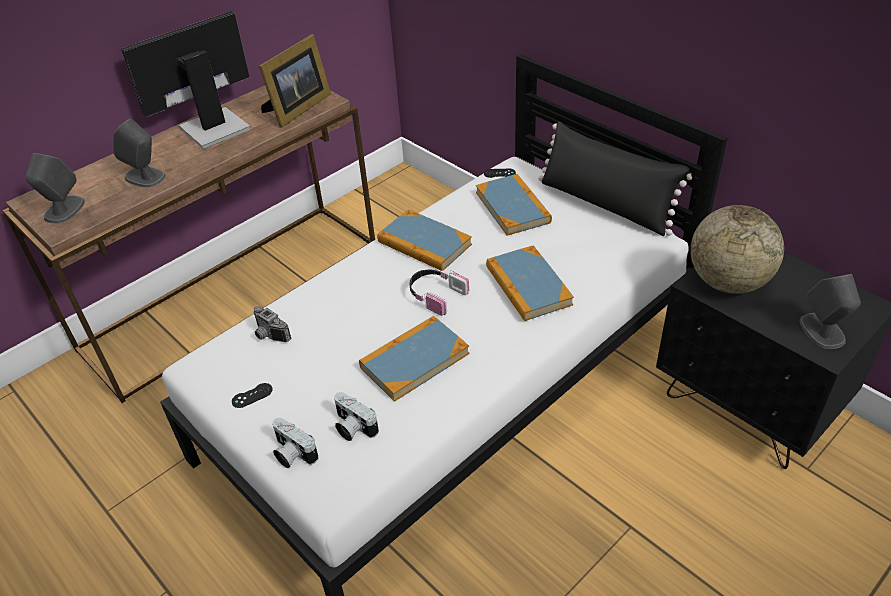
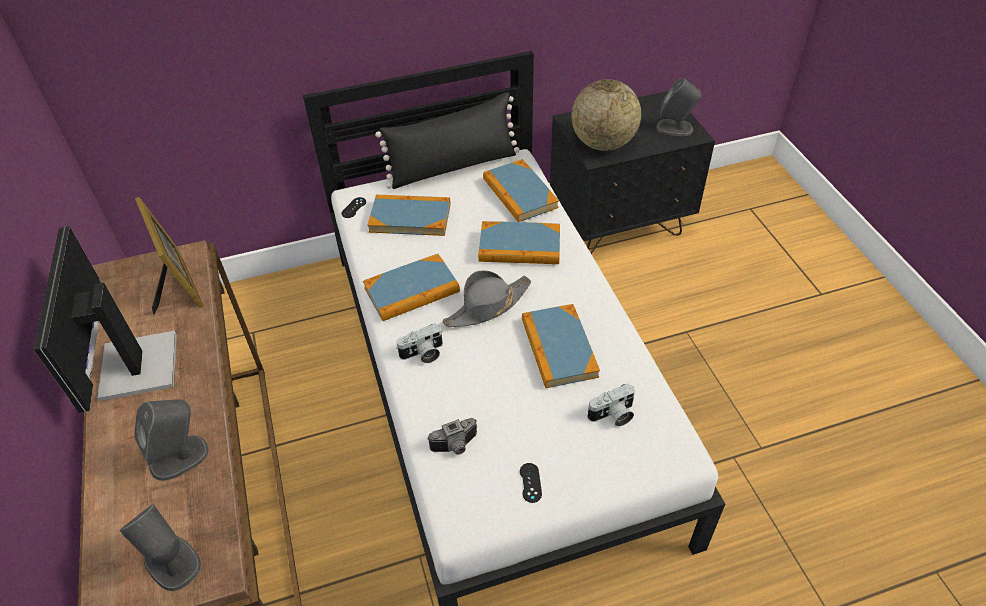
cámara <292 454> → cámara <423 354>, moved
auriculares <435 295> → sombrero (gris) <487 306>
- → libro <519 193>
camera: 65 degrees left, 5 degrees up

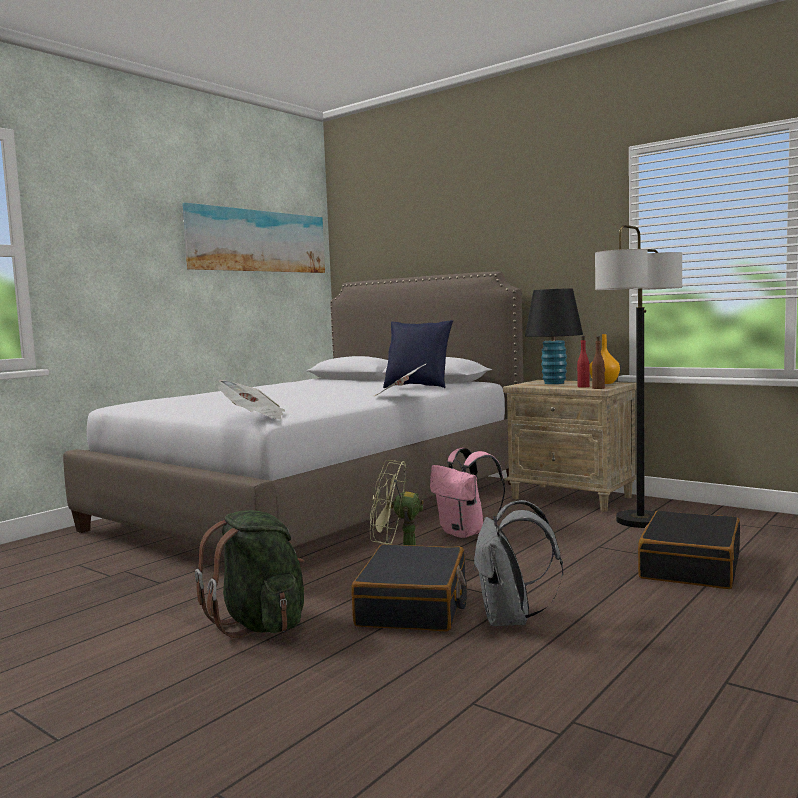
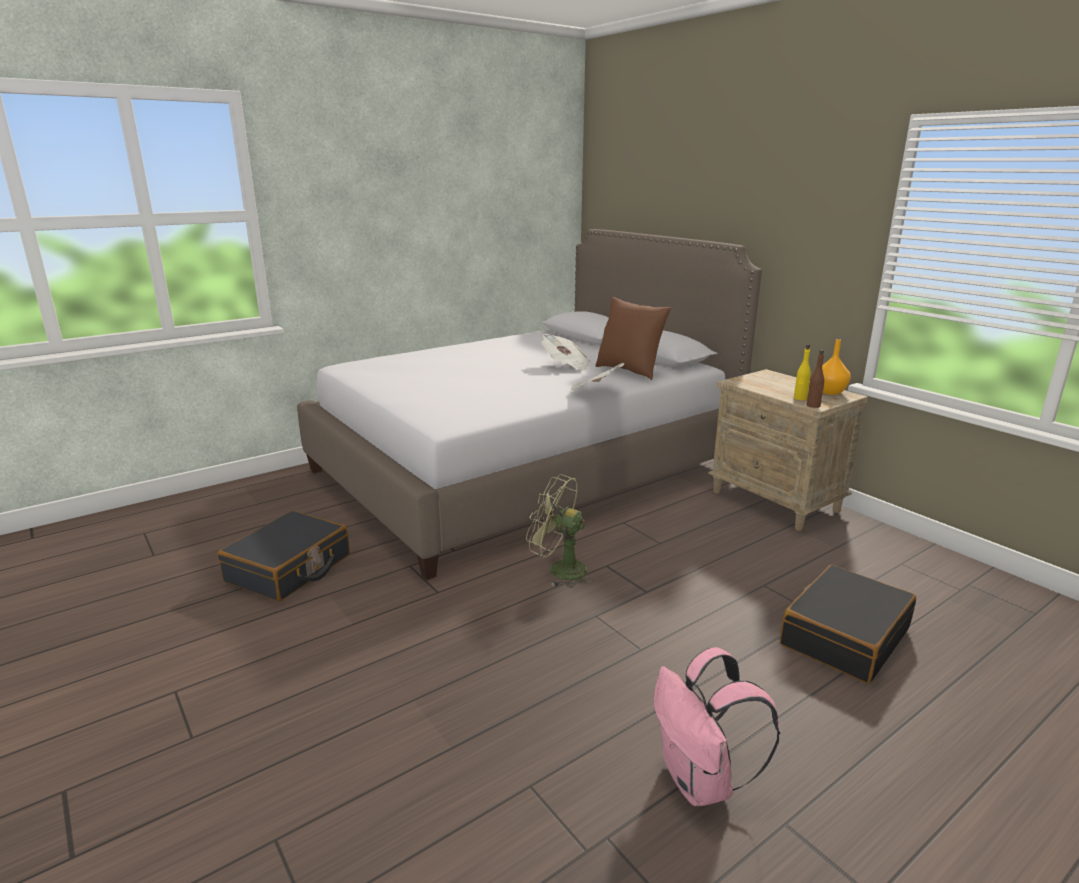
maleta (negro) <414 606> → maleta (negro) <289 569>, moved
periódico <253 418> → periódico <566 366>, moved
cojín (azul) <418 387> → cojín (marrón) <629 371>
mochila (rosa) <465 533> → mochila (rosa) <701 782>, moved
botella (rojo) <583 386> → botella (amarillo) <800 398>
cuadro <257 241> → -
mochila (verde) <260 624> → -
mochila (gris) <511 620> → -
lámpara de mesa (negro) <554 383> → -
lámpara de pie <640 521> → -
camera: 15 degrees right, 15 degrees up

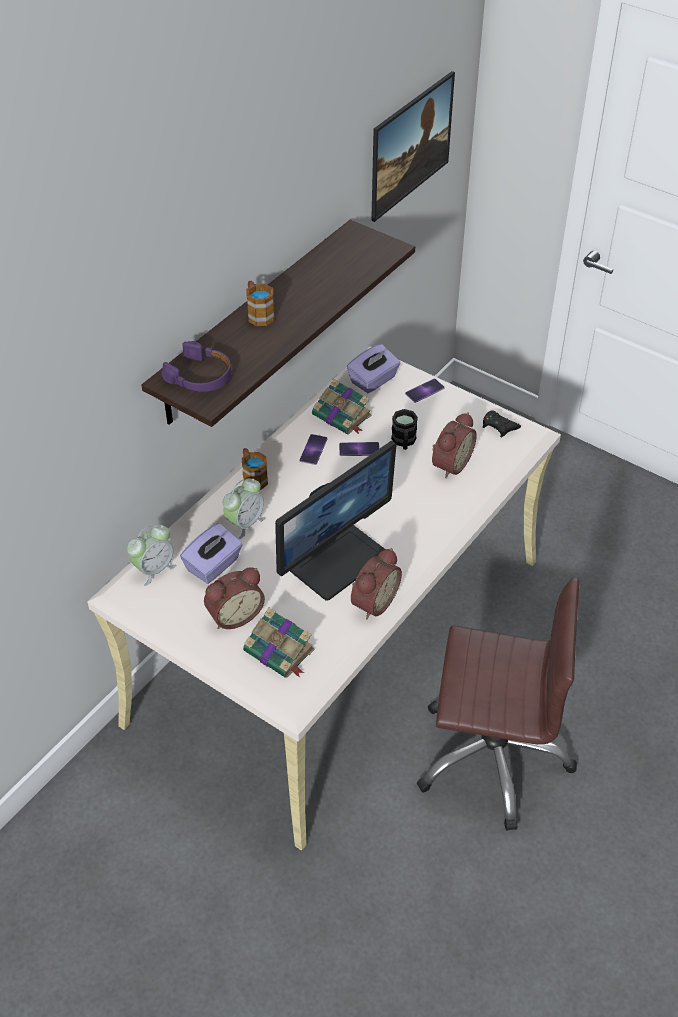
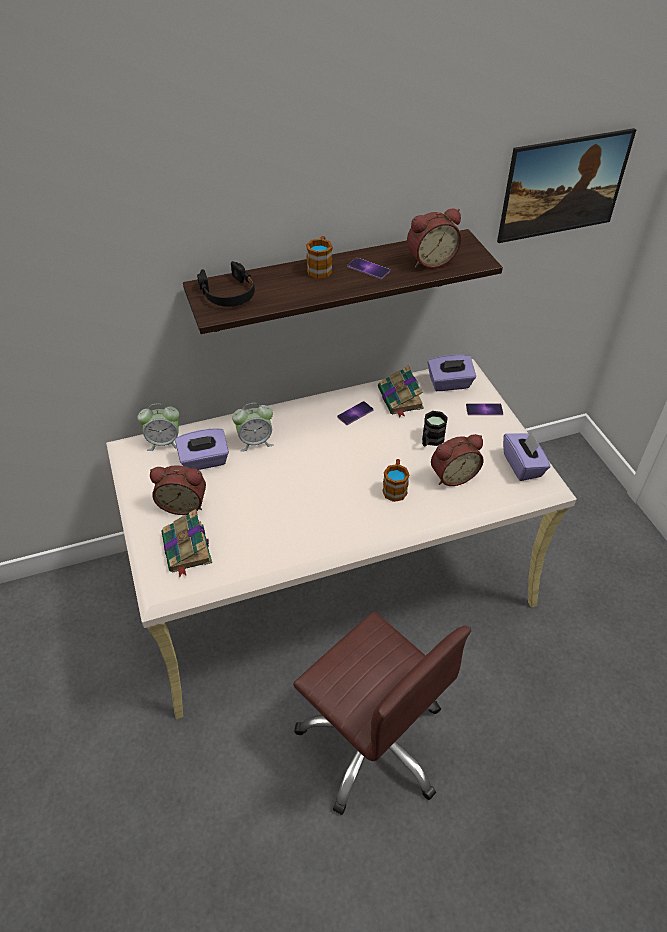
auriculares (morado) <200 376> → auriculares (negro) <228 293>
móvil <359 449> → móvil <368 268>, moved
taza grande <253 477> → taza grande <395 488>, moved
despertador <372 601> → despertador <430 260>, moved
mando de consola (negro) <499 426> → caja de pañuelos (morado) <523 466>
monitor <337 560> → -
camera: 35 degrees right, 0 degrees up

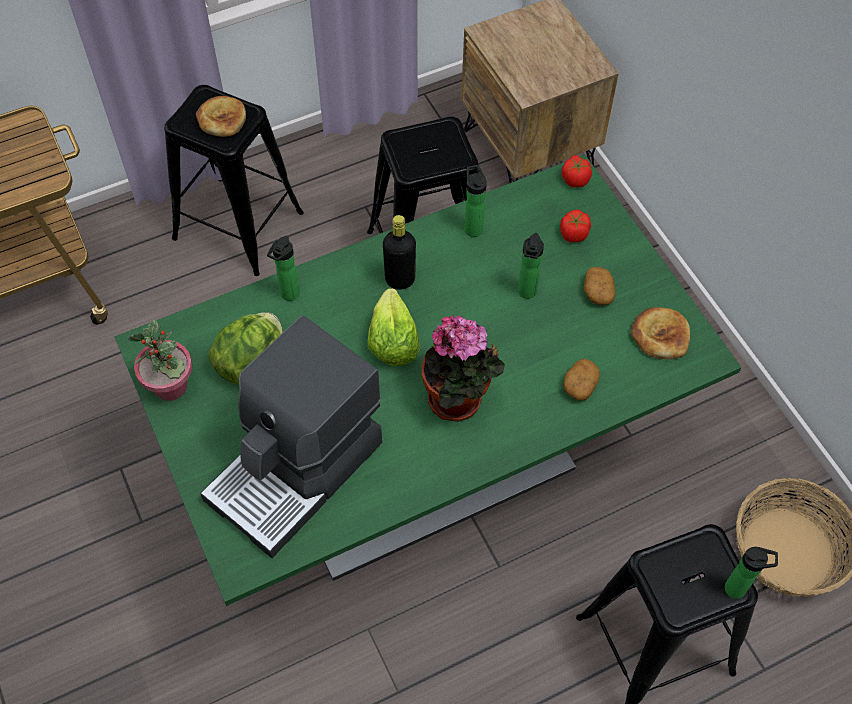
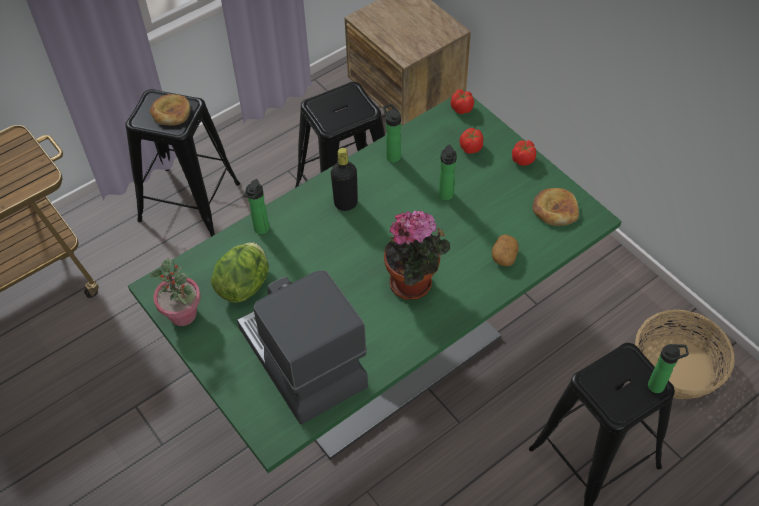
cafetera <297 470> → cafetera <301 359>, 120 degrees clockwise
- → tomate <523 159>
lechuga <392 341> → -
patata <597 292> → -
camera: 10 degrees left, 5 degrees down

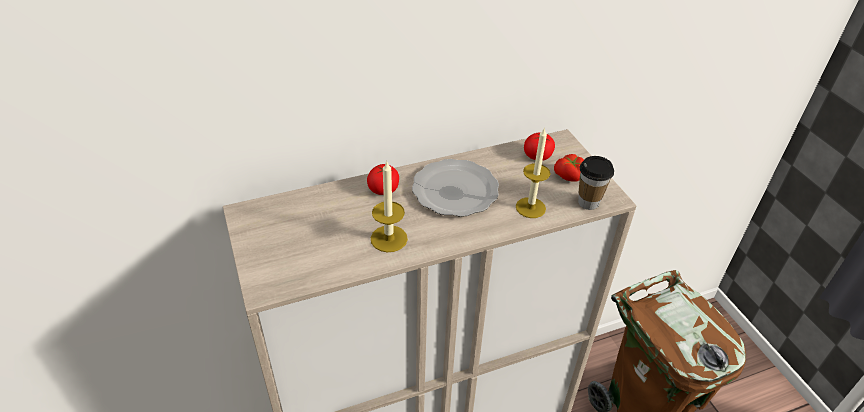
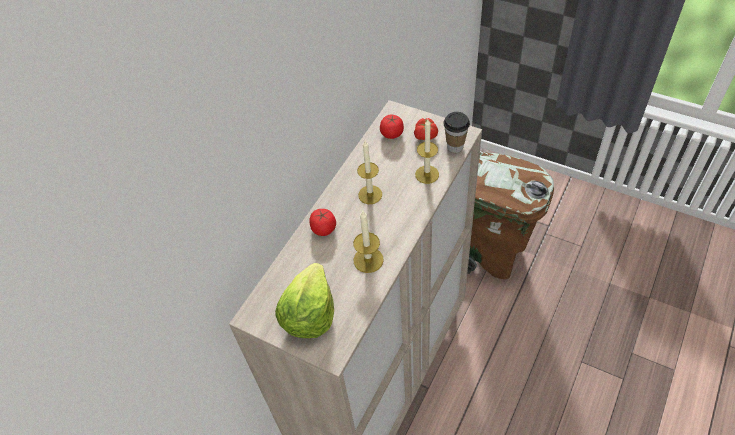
- → lechuga <309 314>
plato <456 190> → vela <370 194>
camera: 35 degrees left, 10 degrees up

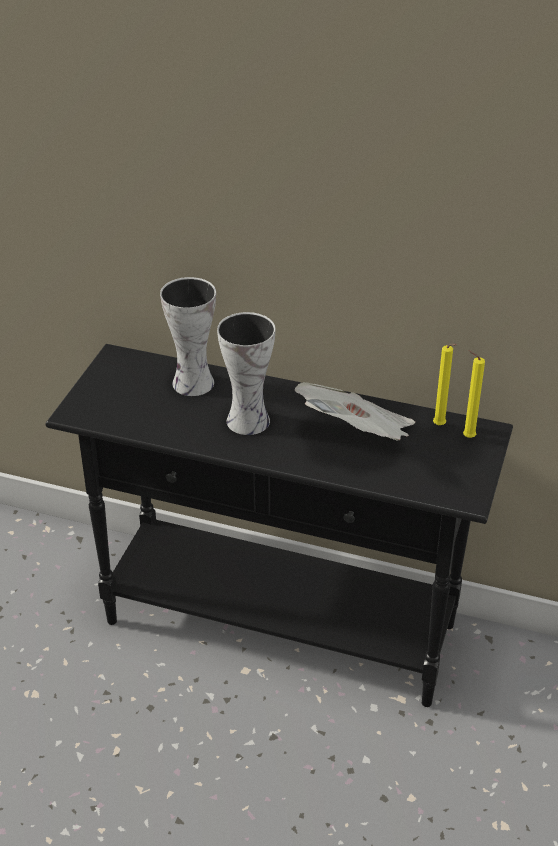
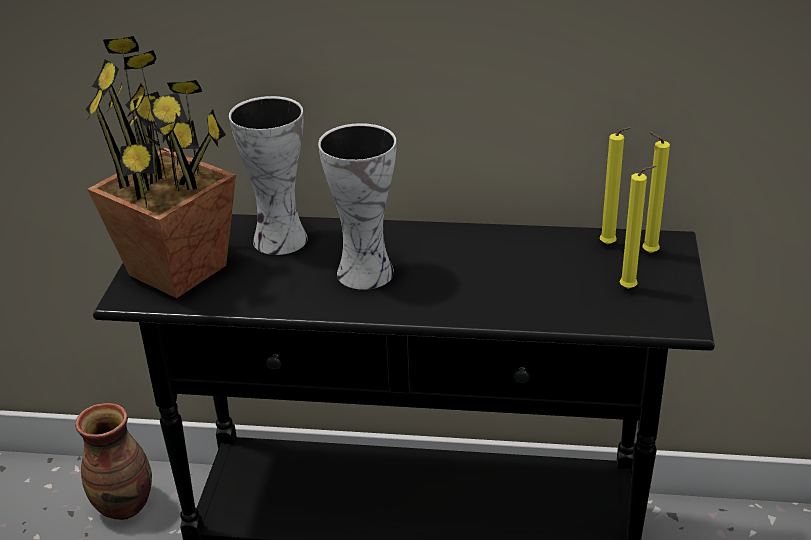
- → florero <125 504>
- → planta en maceta <178 270>
- → vela (amarillo) <630 289>
periódico <357 436> → -
camera: 10 degrees left, 5 degrees down

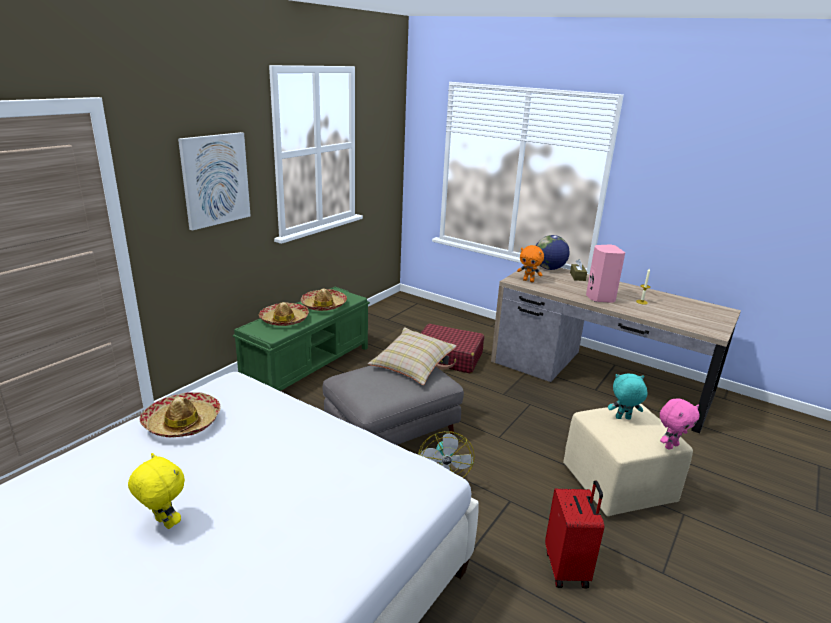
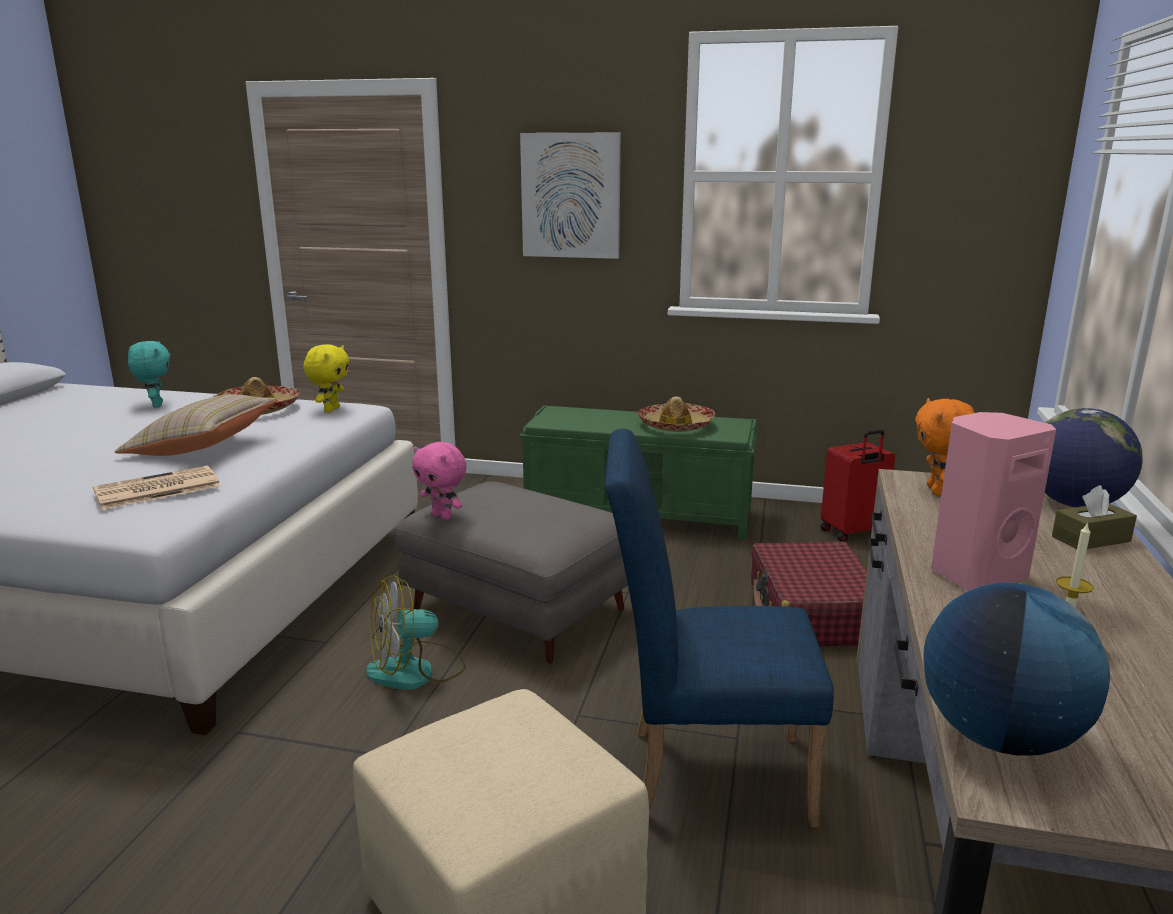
- → periódico <156 489>
cojín (beis) <412 367> → cojín (beis) <203 448>, moved
peluche (turquesa) <623 418> → peluche (turquesa) <156 405>, moved
peluche (amarillo) <163 523> → peluche (amarillo) <331 409>, moved
peluche (rosa) <670 445> → peluche (rosa) <442 516>, moved
- → silla (azul) <703 773>
maleta (rojo) <567 568> → maleta (rojo) <852 532>, moved
- → globo terráqueo <999 737>
sombrero <284 320> → -
camera: 70 degrees right, 5 degrees down

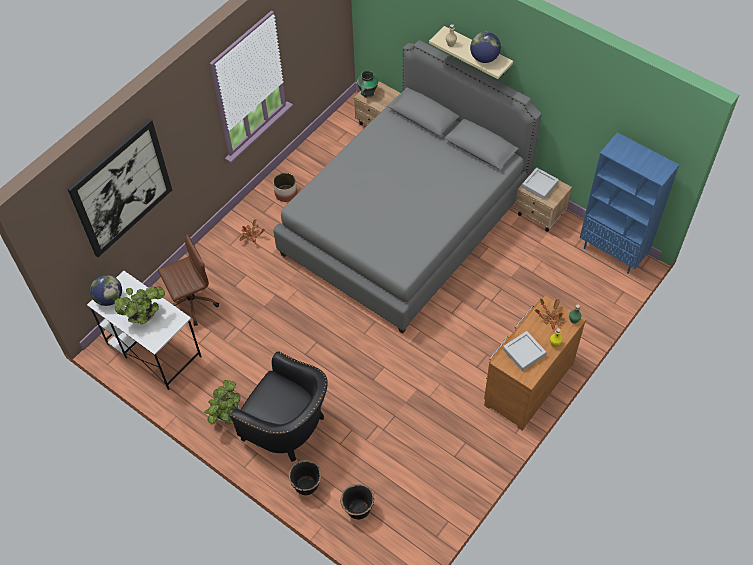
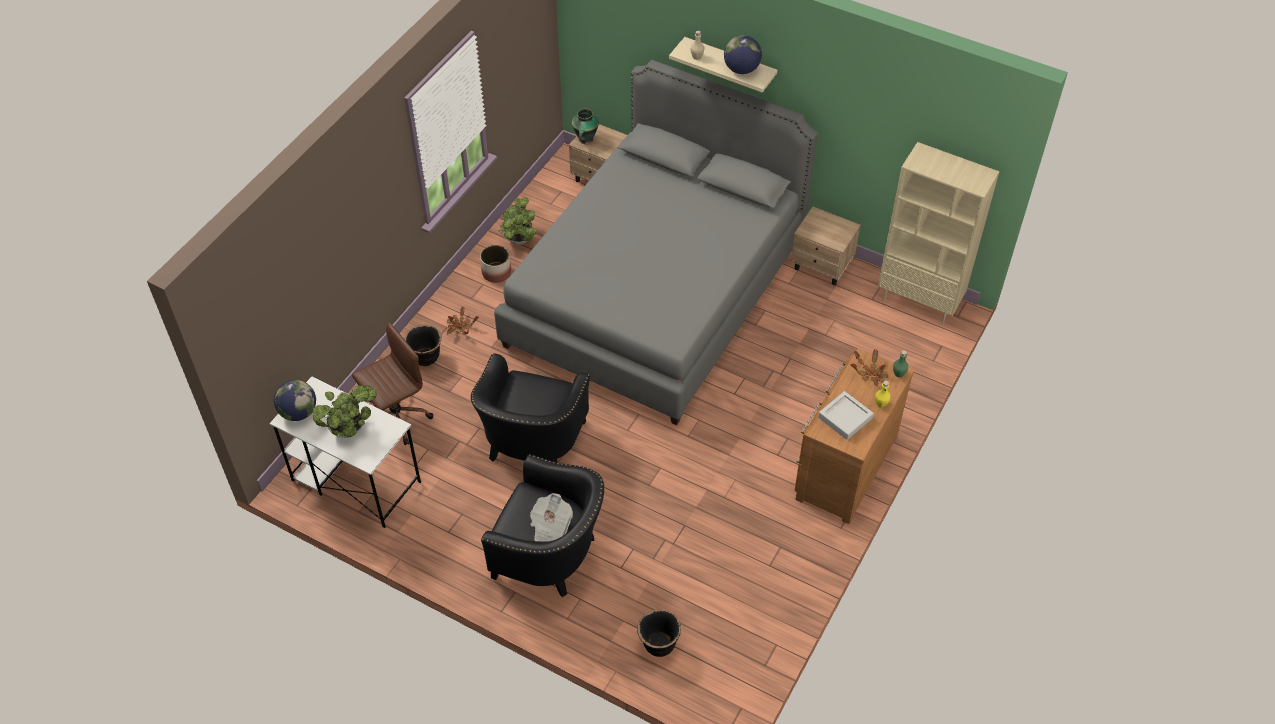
maceta (negro) <306 485> → maceta (negro) <426 357>, moved
- → sillón (negro) <532 444>
planta en maceta <226 415> → planta en maceta <518 241>, moved
- → periódico <550 526>
estantería (azul) <612 252> → estantería (beis) <919 301>
cuadro <121 188> → -
bandeja (gris) <539 185> → -
camera: 10 degrees left, 5 degrees down

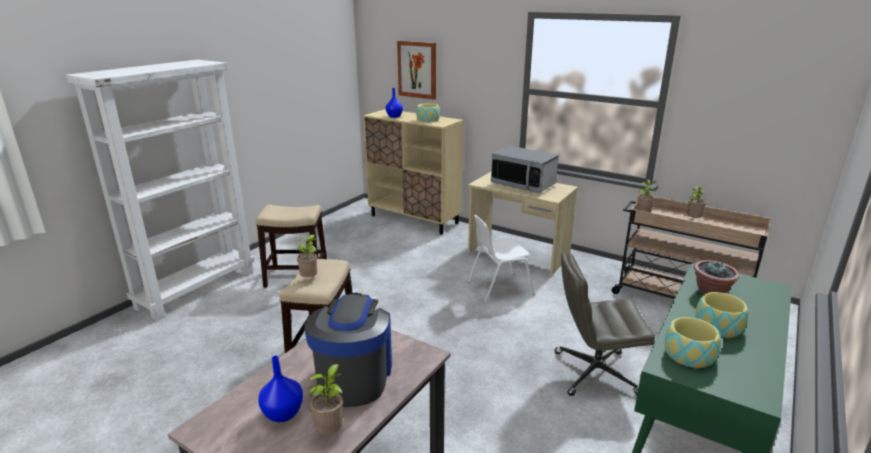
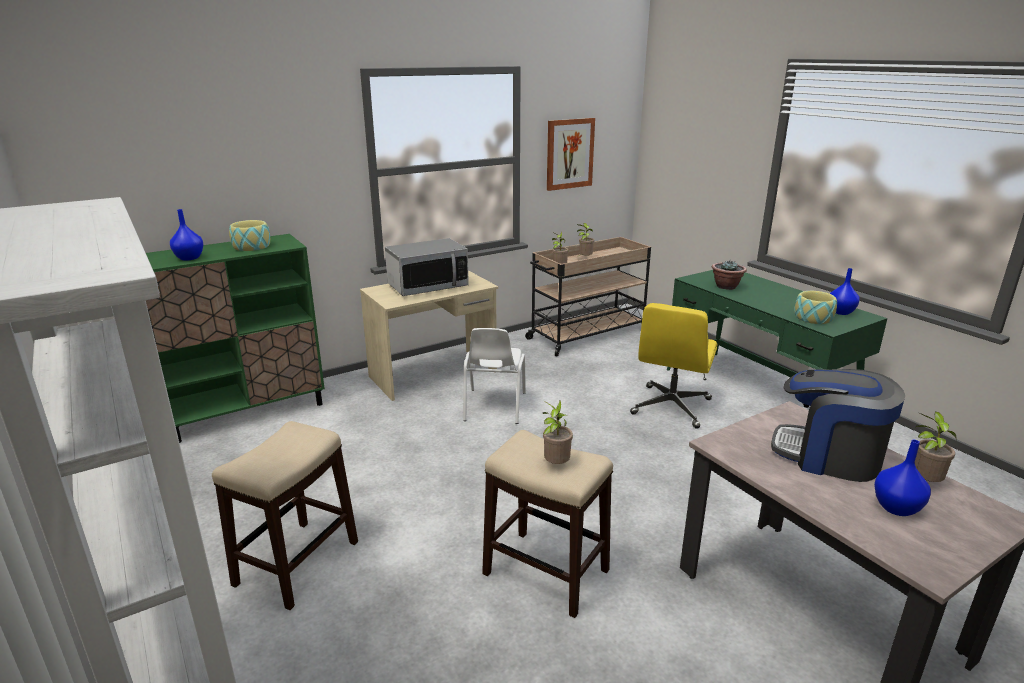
armario (beis) <414 219> → armario (verde) <248 412>
cuadro <417 69> → cuadro <569 154>, moved
silla de oficina (gris) <594 373> → silla de oficina (amarillo) <671 407>
- → florero (azul) <840 312>
cuenco <718 326> → -
camera: 65 degrees left, 0 degrees up

